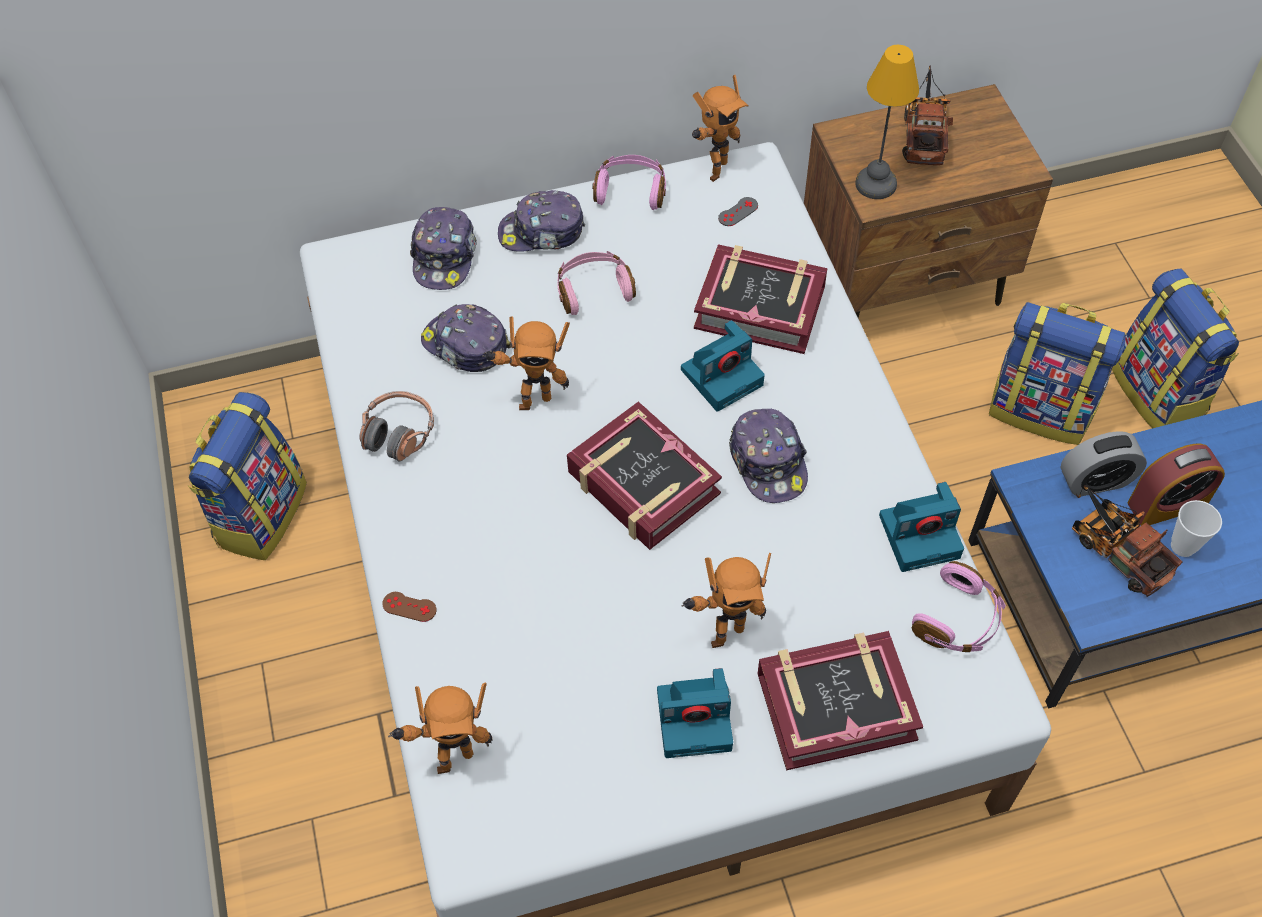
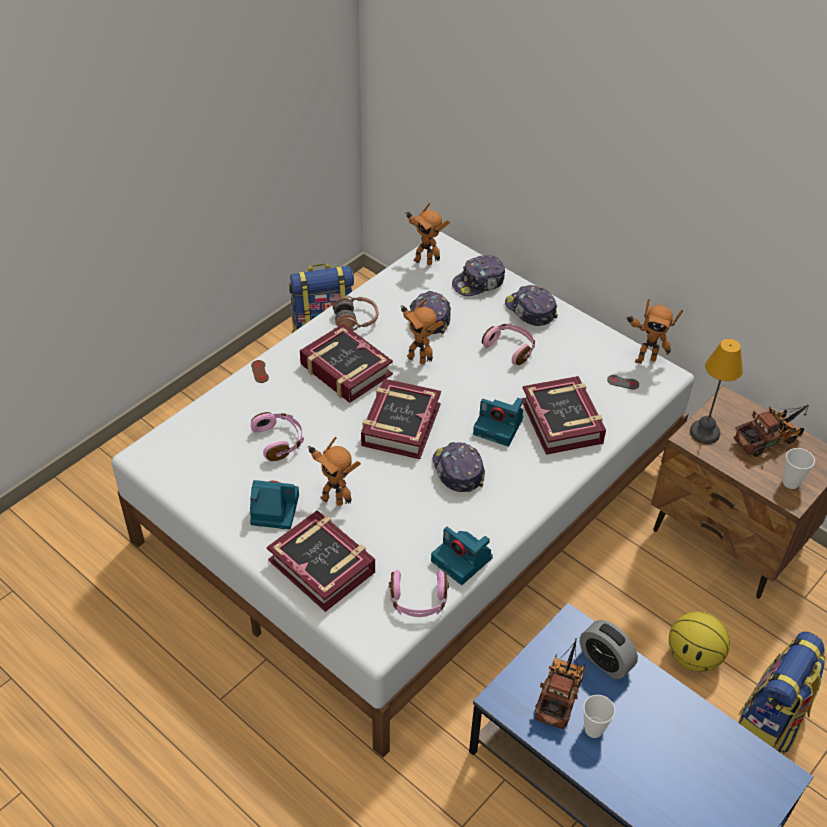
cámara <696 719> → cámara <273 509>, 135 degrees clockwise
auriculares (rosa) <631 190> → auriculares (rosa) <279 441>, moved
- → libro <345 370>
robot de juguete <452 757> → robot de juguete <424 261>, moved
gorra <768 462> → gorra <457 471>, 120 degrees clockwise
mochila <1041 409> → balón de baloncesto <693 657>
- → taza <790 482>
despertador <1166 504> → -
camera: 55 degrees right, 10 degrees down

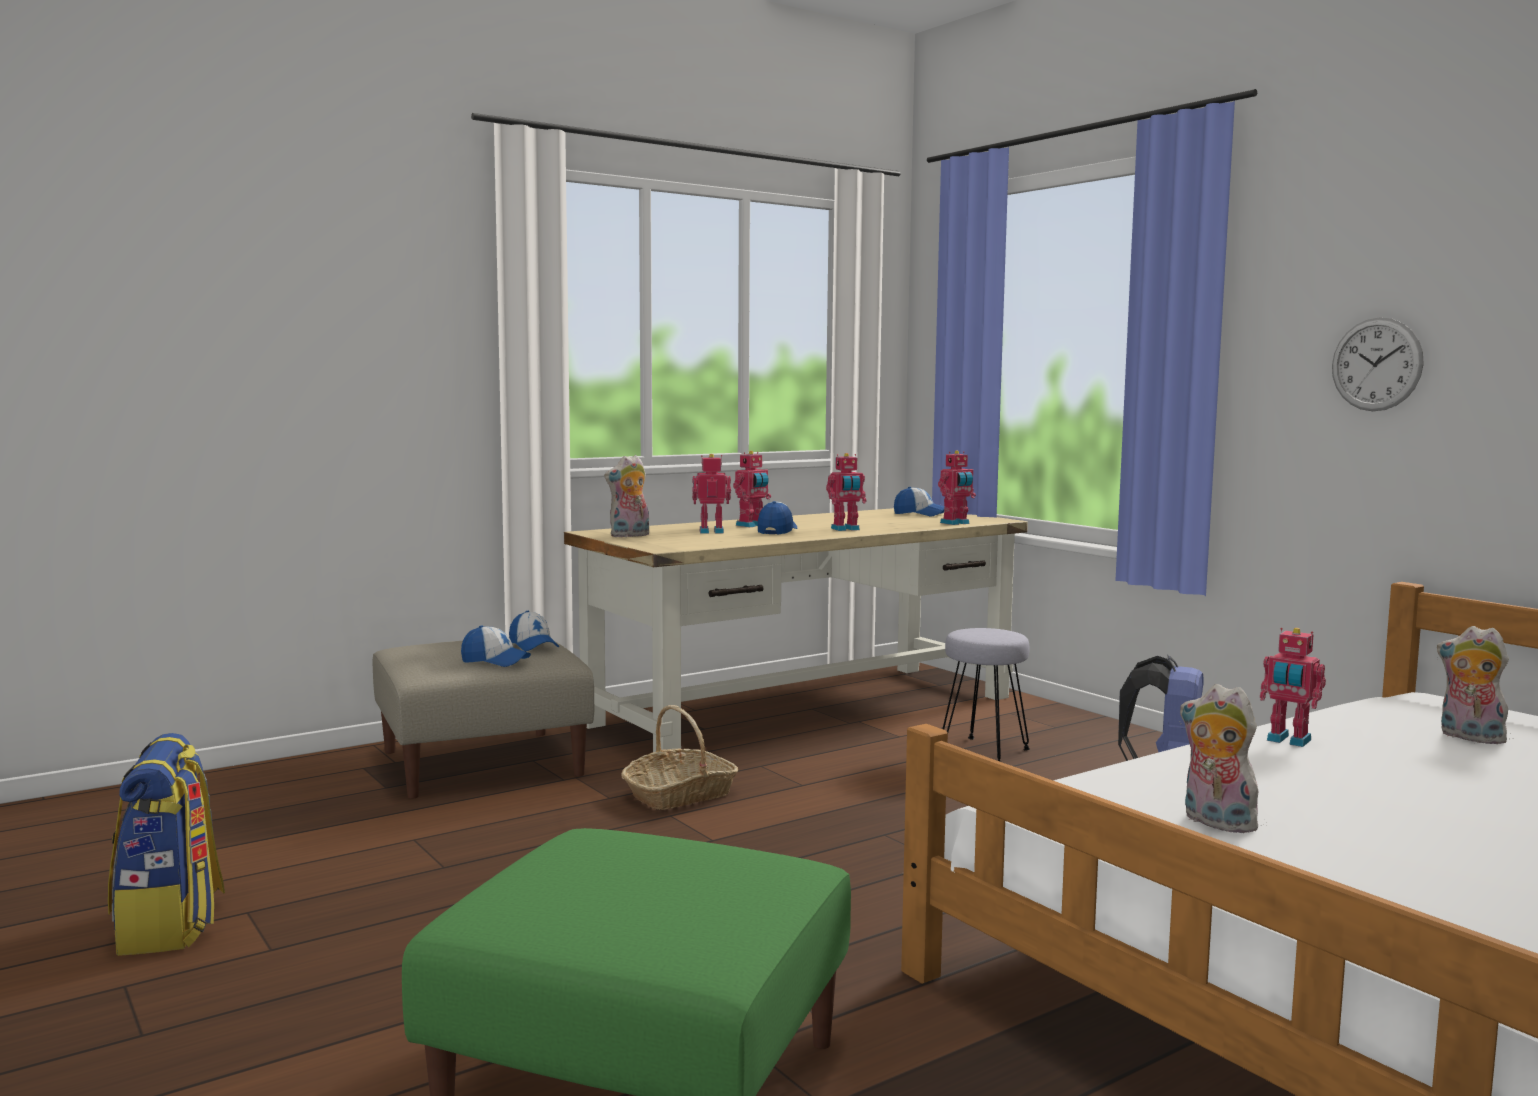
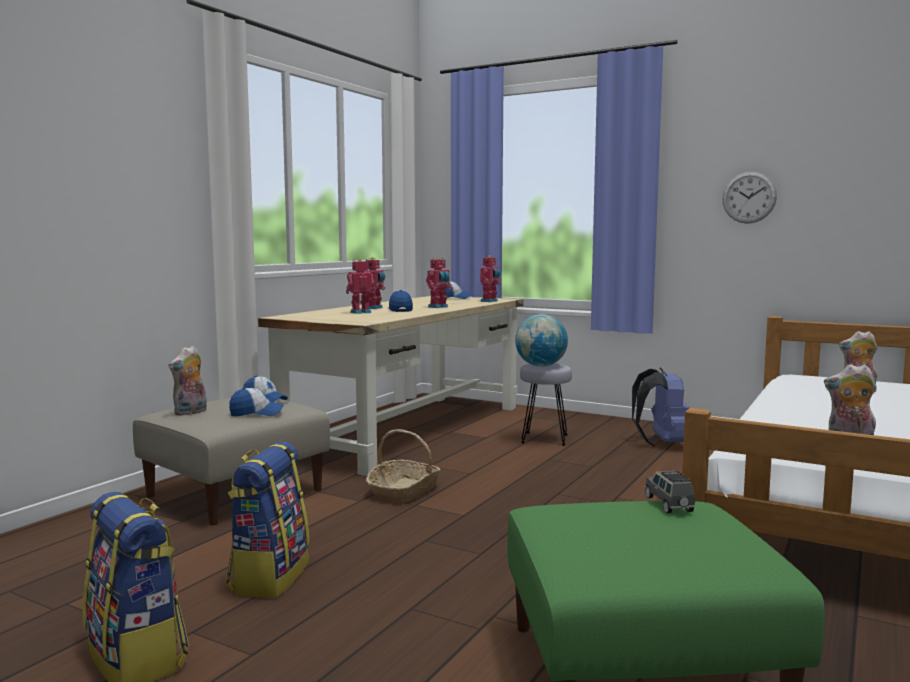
peluche <629 536> → peluche <191 412>, moved
- → mochila <269 576>
- → globo terráqueo <541 366>
- → coche de juguete (gris) <669 504>
robot de juguete <1288 741> → -
camera: 25 degrees left, 0 degrees up

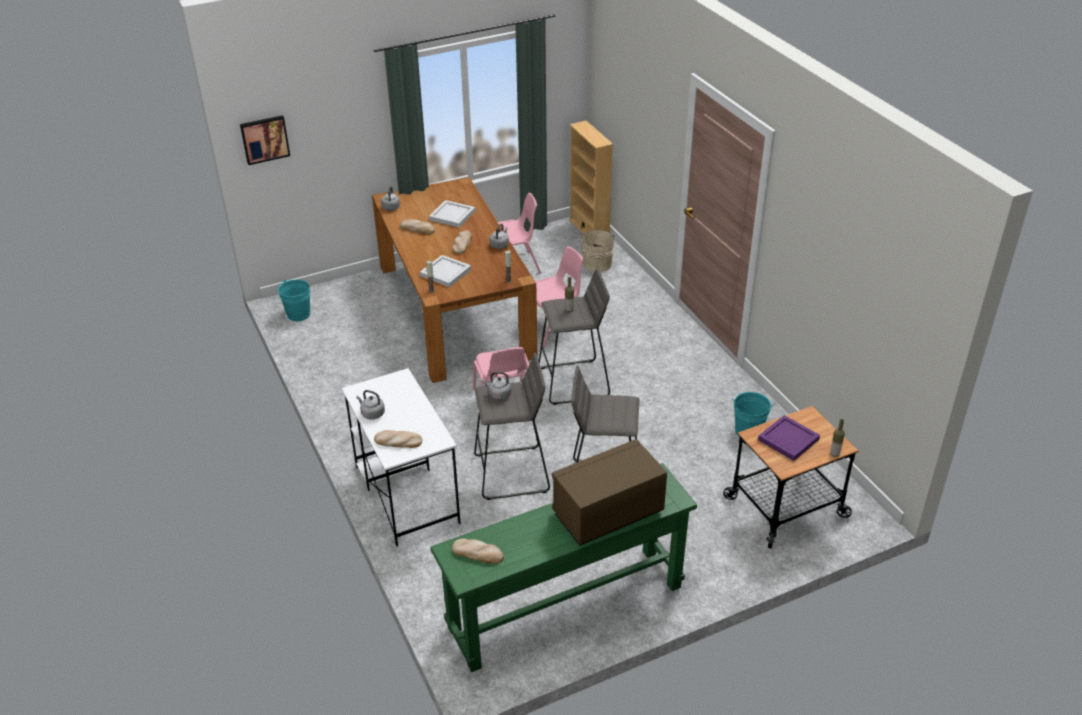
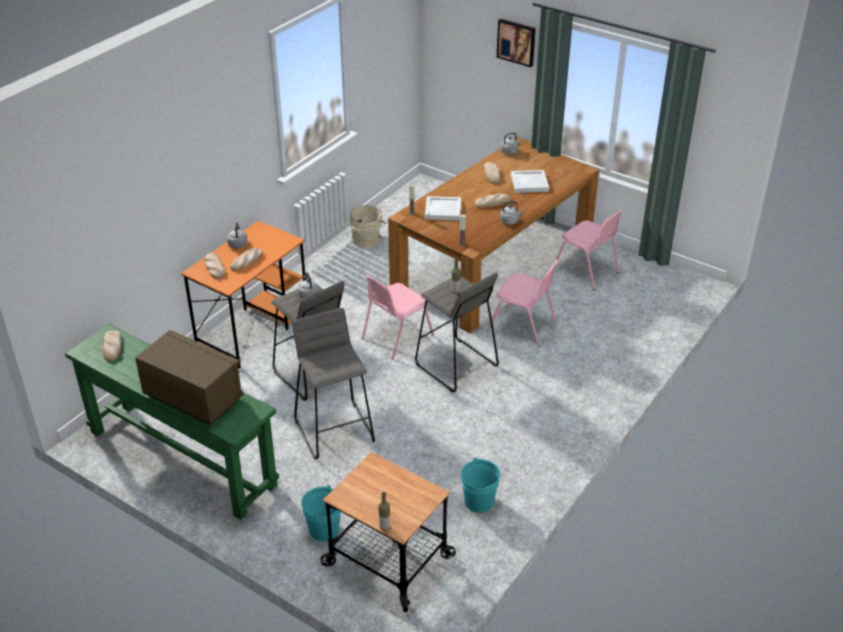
escritorio (blanco) <406 493> → escritorio (naranja) <253 329>
- → pan <246 261>
cubo (turquesa) <298 314> → cubo (turquesa) <324 529>, moved
cubo (beis) <597 263> → cubo (beis) <368 238>, moved
cuadro <264 139> → cuadro <516 42>, moved
estantería (beis) <589 230> → -
bandeja (morado) <787 439> → -
camera: 60 degrees right, 0 degrees up

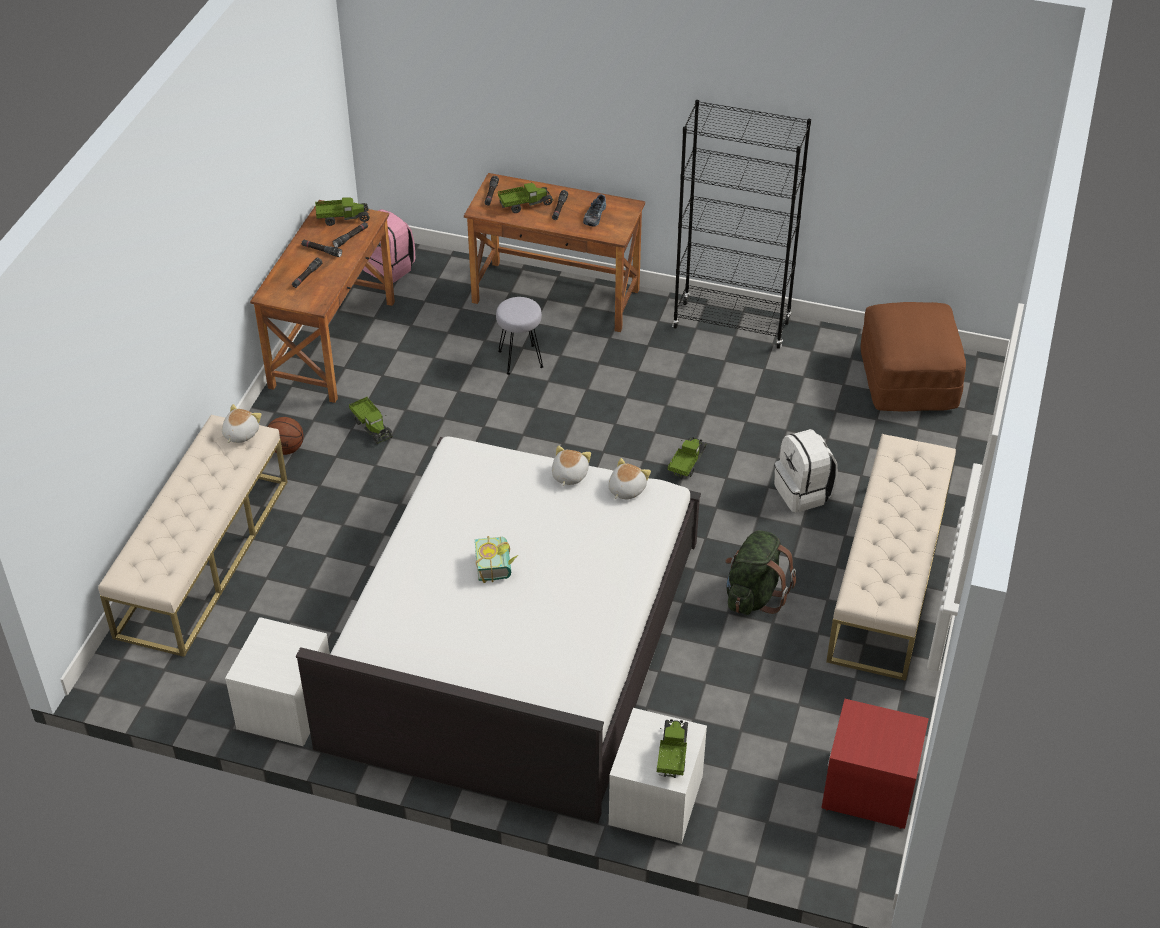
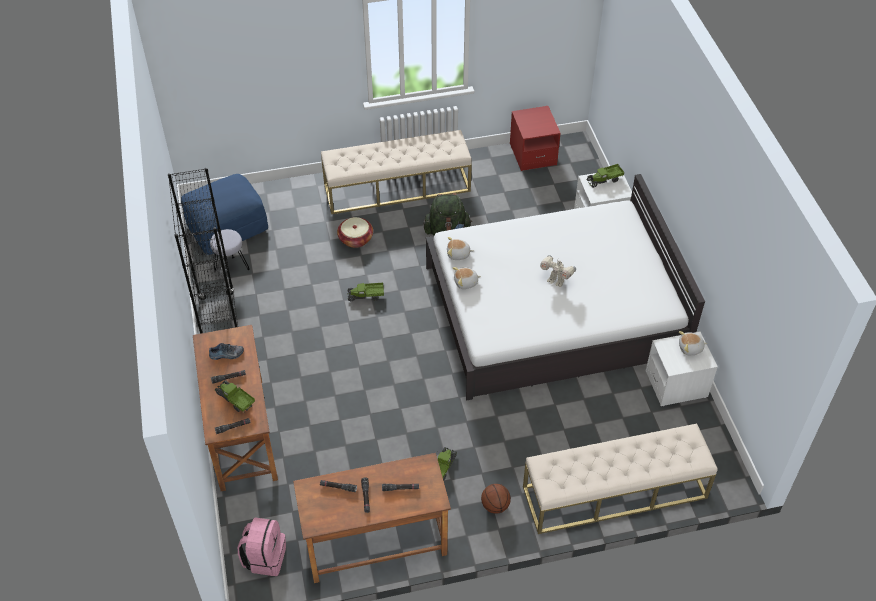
puf (marrón) <908 380> → puf (azul) <227 227>
taburete (gris) <519 359> → taburete (gris) <232 270>, moved
mochila (blanco) <803 493> → cesta <355 239>
libro <498 566> → robot de juguete <556 281>
peluche <240 434> → peluche <690 348>, moved
camión de juguete <342 218> → -
camera: 120 degrees left, 5 degrees up

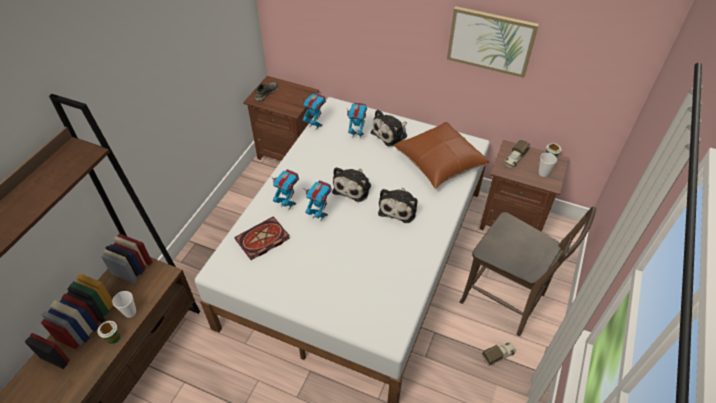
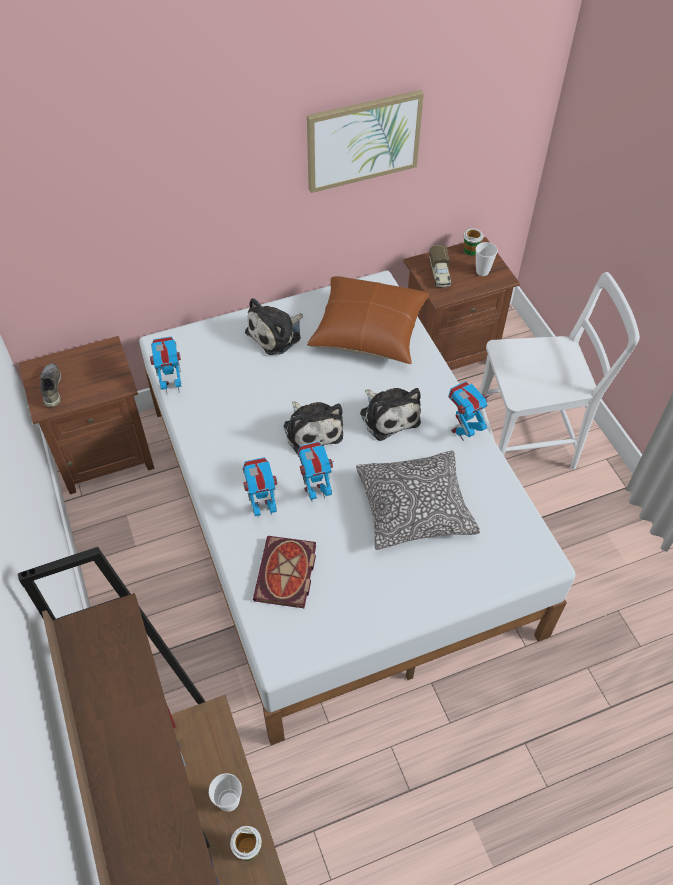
peluche <391 134> → peluche <276 334>, 45 degrees clockwise
- → cojín <415 507>
robot de juguete <357 135> → robot de juguete <463 432>, moved
silla (marrón) <507 301> → silla (blanco) <529 442>
camión de juguete <498 355> → -
camera: 45 degrees left, 5 degrees up

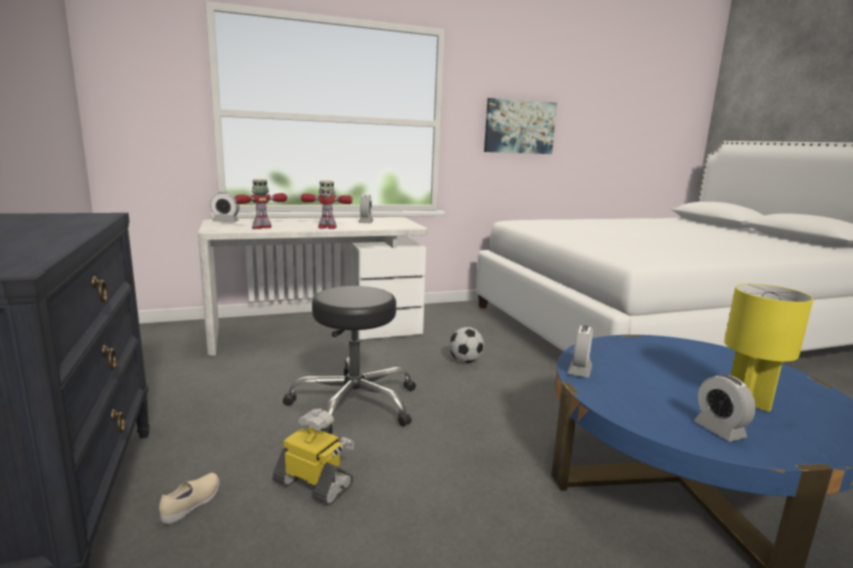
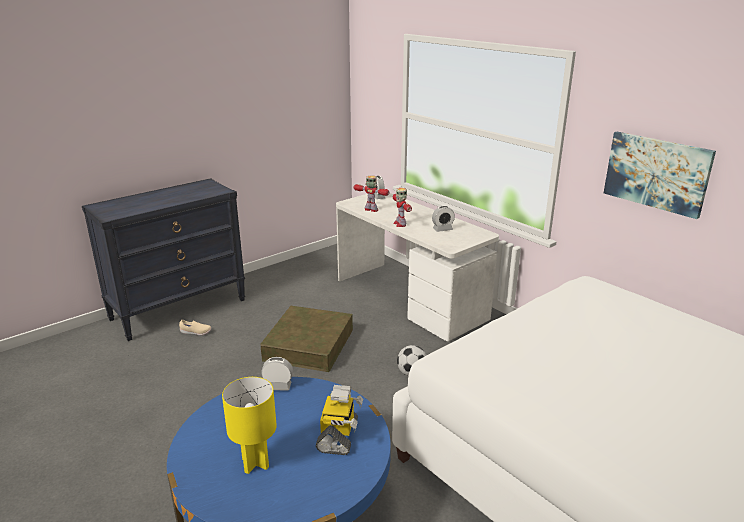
taburete (negro) <355 403> → caja de almacenaje (marrón) <309 345>
robot de juguete <314 484> → robot de juguete <338 436>, moved
despertador <719 430> → -
camera: 70 degrees right, 10 degrees up

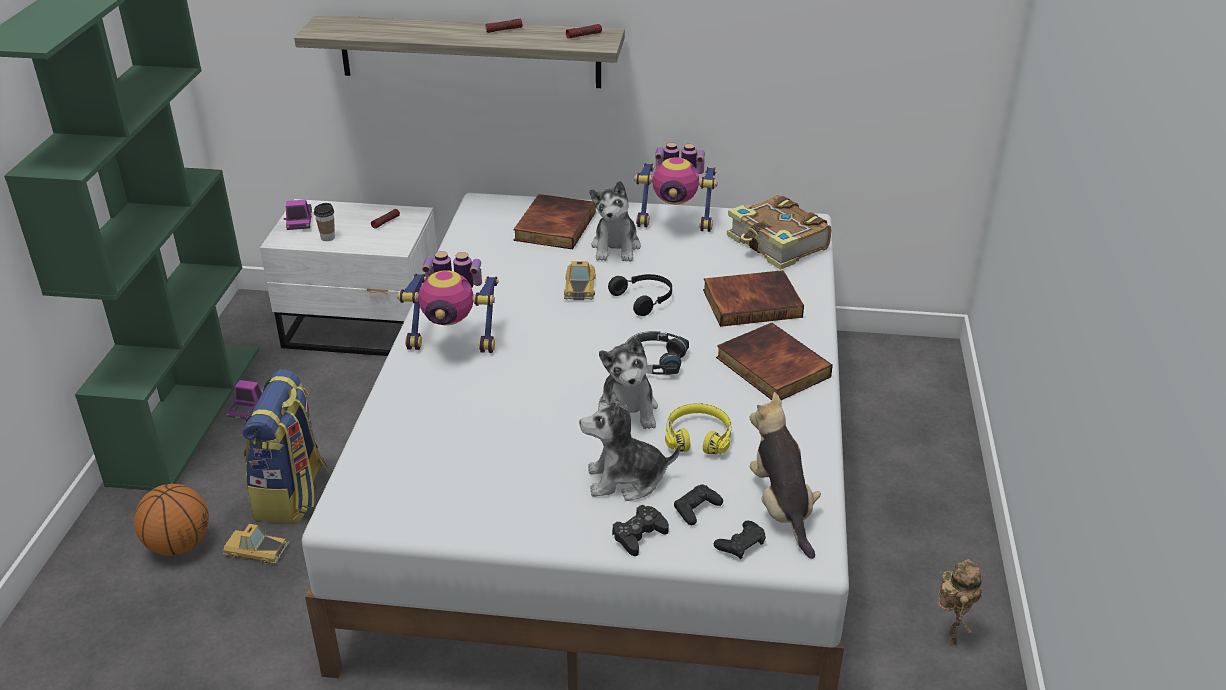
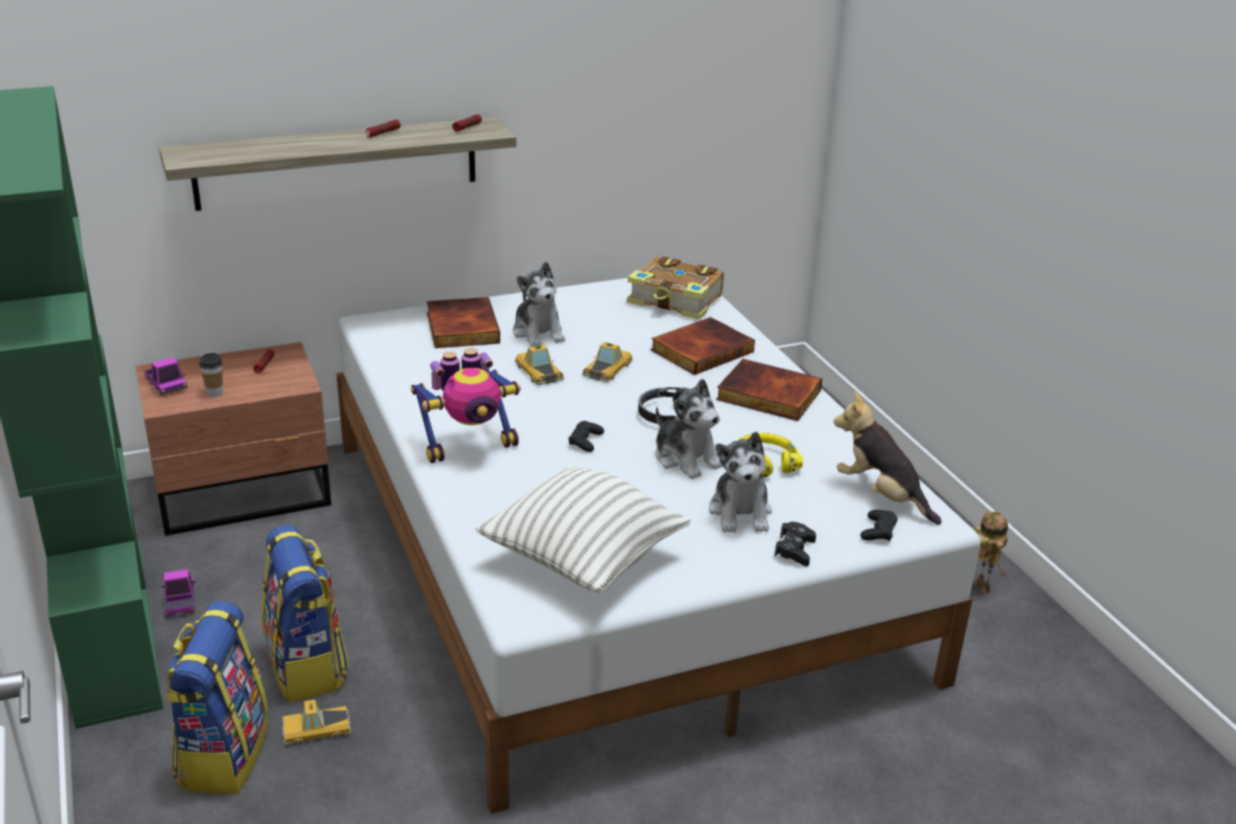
mesita de noche (blanco) <365 329> → mesita de noche (marrón) <245 494>
balón de baloncesto <179 545> → mochila <223 754>
- → cojín <583 560>
mando de consola (negro) <696 509> → mando de consola (negro) <585 441>, moved
auriculares (negro) <644 299> → coche de juguete <608 368>
peluche <626 480> → peluche <740 512>, 60 degrees counterclockwise
robot de juguete <675 223> → -
camera: 30 degrees left, 5 degrees down

